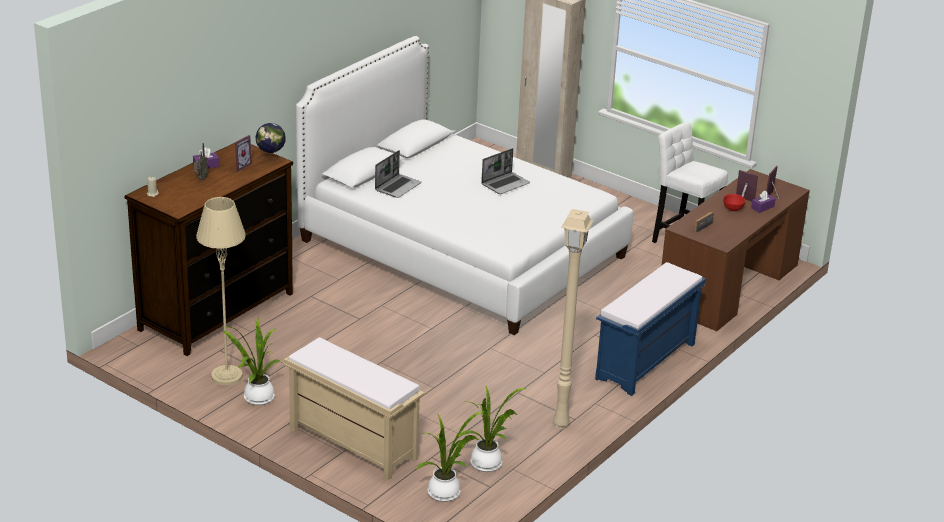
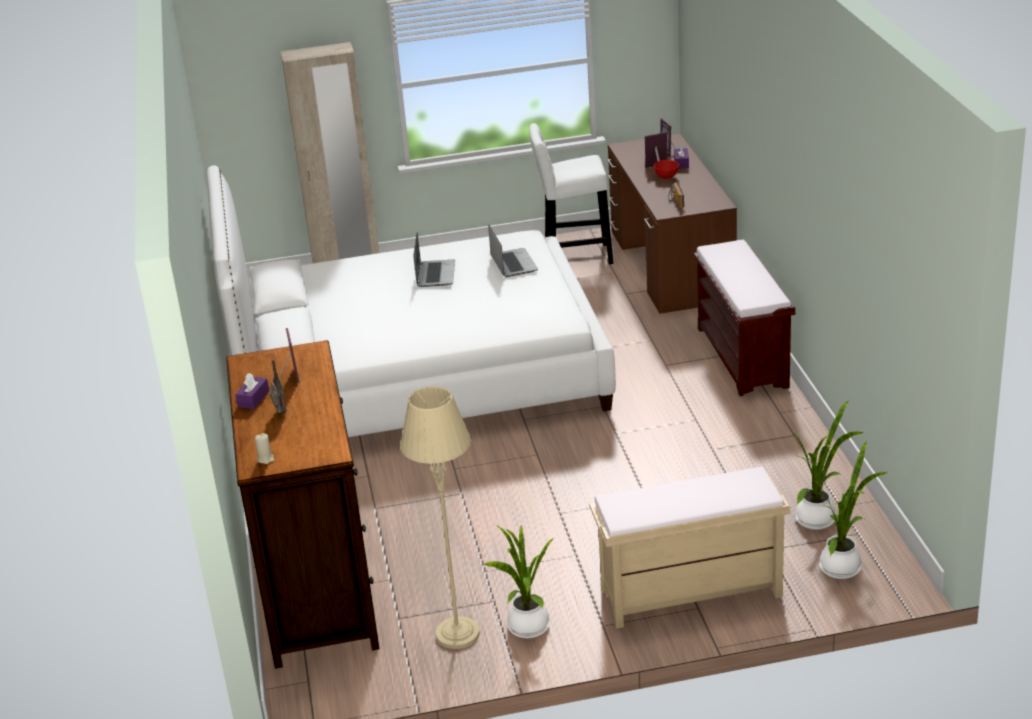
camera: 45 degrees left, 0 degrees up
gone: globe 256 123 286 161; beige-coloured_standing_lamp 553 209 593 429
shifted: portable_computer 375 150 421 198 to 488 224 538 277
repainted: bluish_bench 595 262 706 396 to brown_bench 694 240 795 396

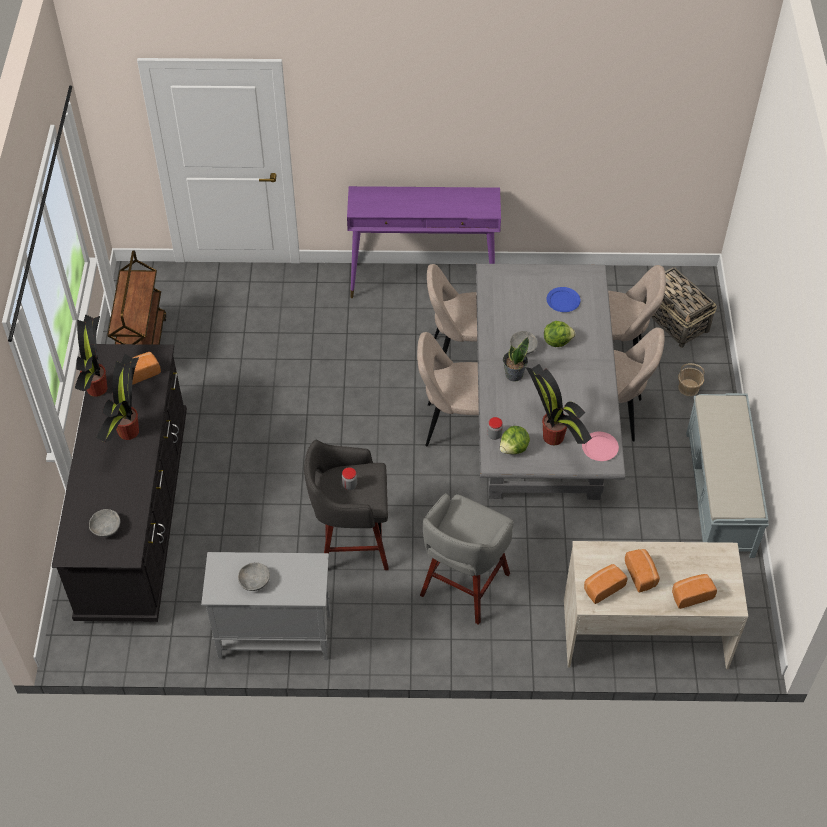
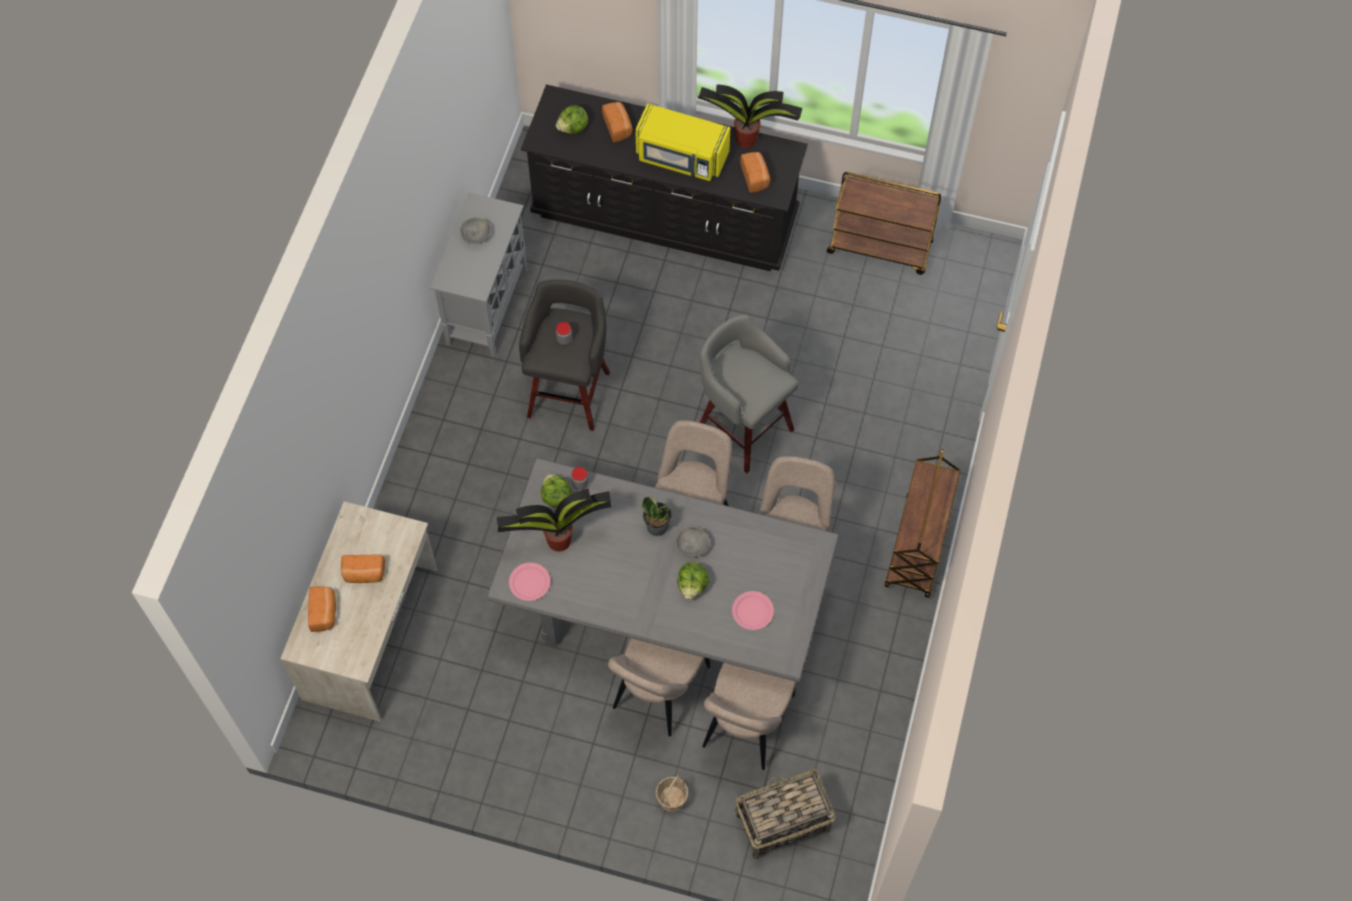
camera: 105 degrees right, 10 degrees up
gone: grey_bench 686 393 769 558
shifted: grey_sitting_stool 420 493 514 625 to 700 314 798 473; bakery_bread 584 564 628 604 to 602 102 632 142
swapped: purple-coloured_hall_table 347 186 501 298 to brown_cart 885 449 961 598; houseplant 96 354 139 442 to yellow_microwave 635 103 730 181; grey_bowl 89 509 120 537 to lettuce 556 105 588 134
repainted: bluish_flat_dish 547 287 580 312 to pink-coloured_flat_dish 732 591 774 630

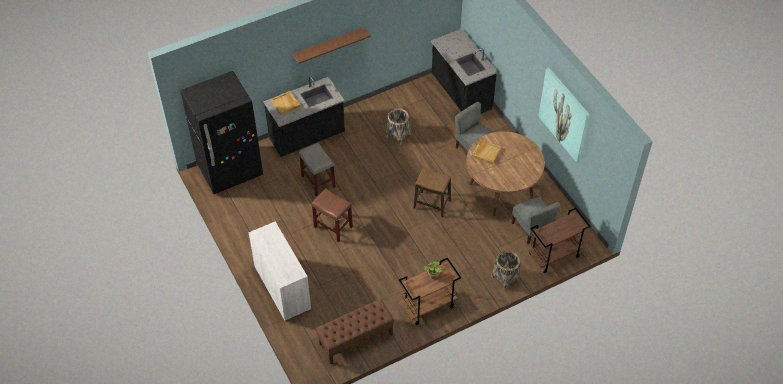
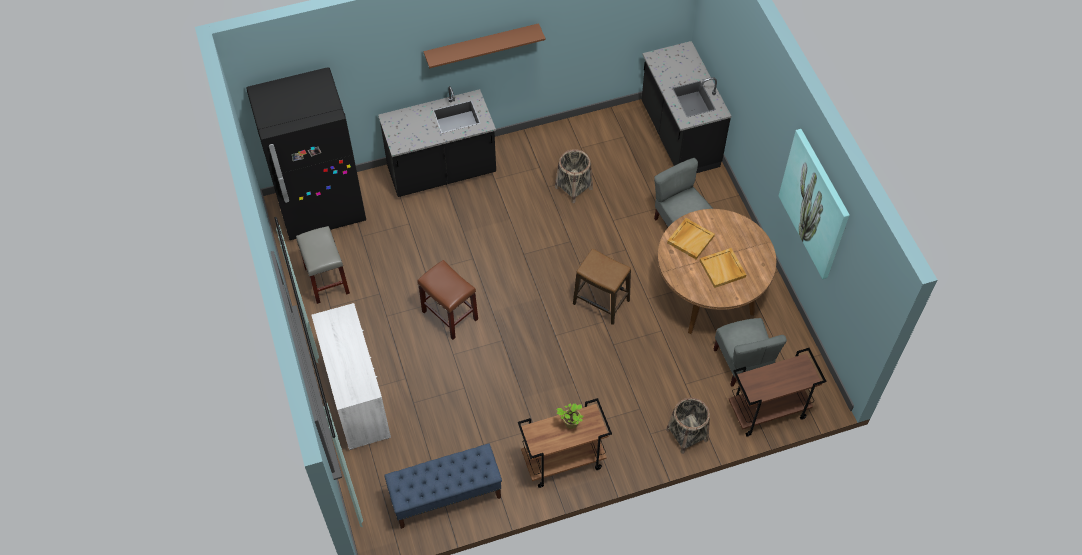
camera: 10 degrees right, 5 degrees up
shifted: beige-coloured_carrying_tray 270 91 300 115 to 700 248 746 288; grey_sitting_stool 299 143 335 196 to 296 226 350 304
repainted: brown_bench 316 299 394 365 to bluish_bench 384 444 502 529

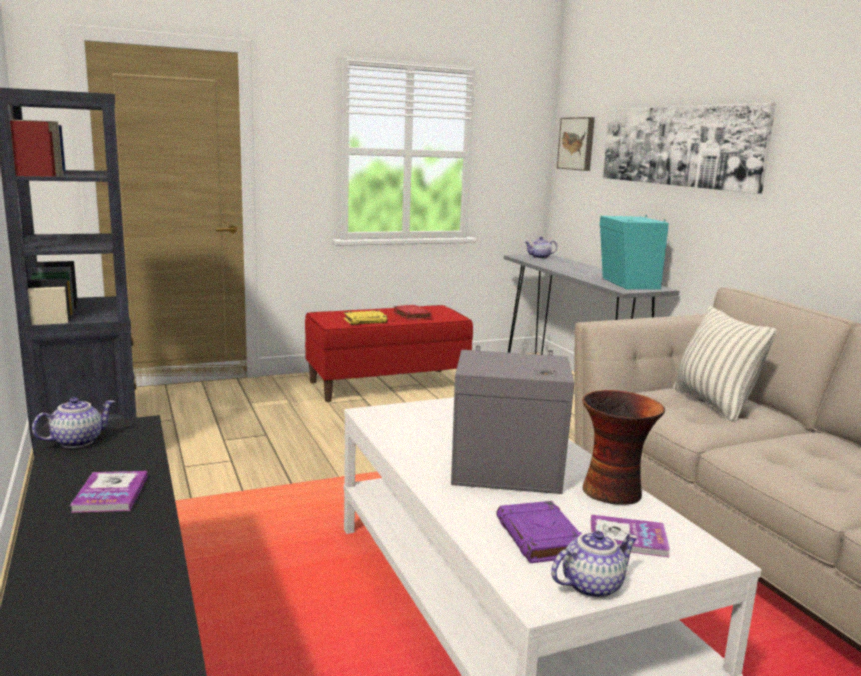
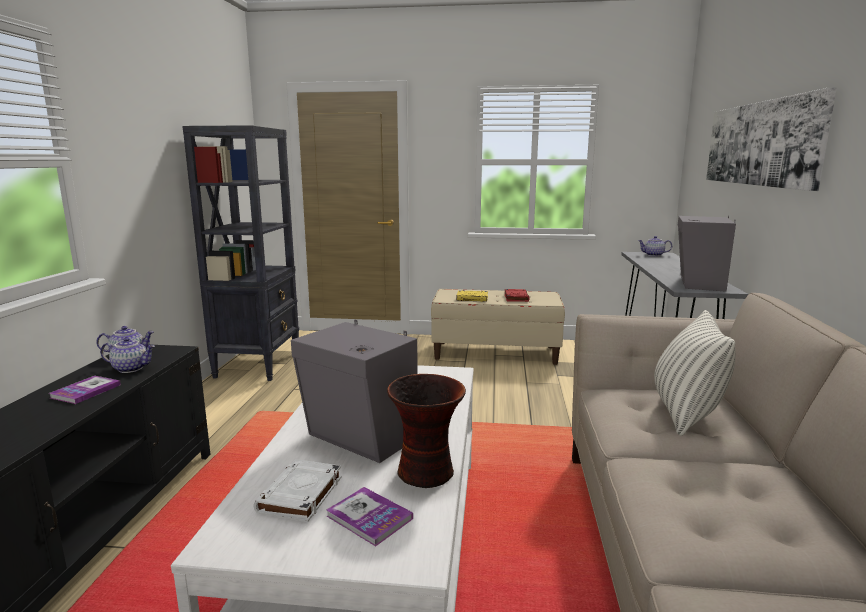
camera: 30 degrees right, 0 degrees up
gone: picture 557 117 595 171
shifted: tea_pot 551 531 638 598 to 100 337 155 373
repainted: blue-green_audio_speaker 600 215 669 290 to grey_audio_speaker 678 215 736 292; reddish_bench 305 305 473 402 to beige-coloured_bench 431 289 565 365; purple-coloured_volume 496 501 582 563 to white_volume 253 459 342 522

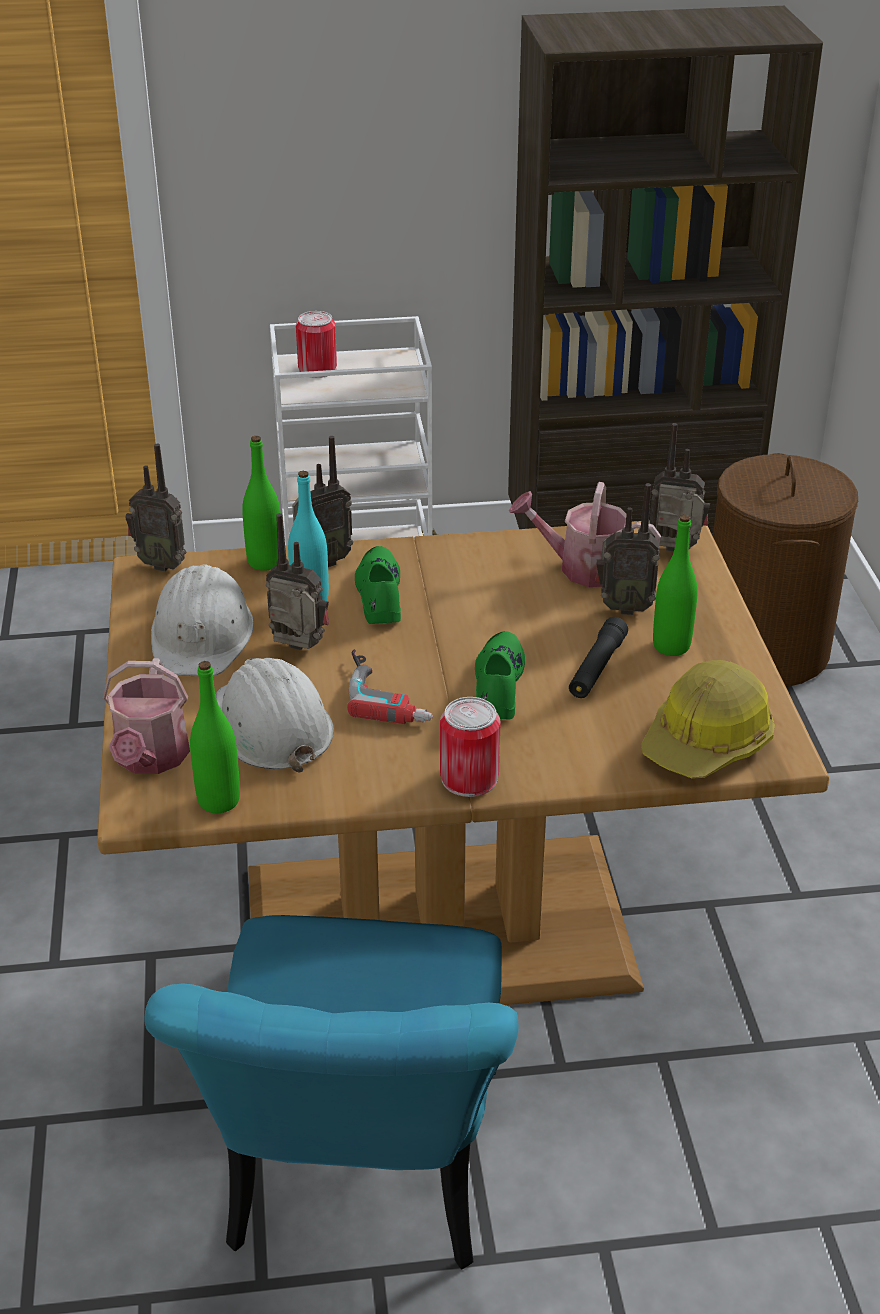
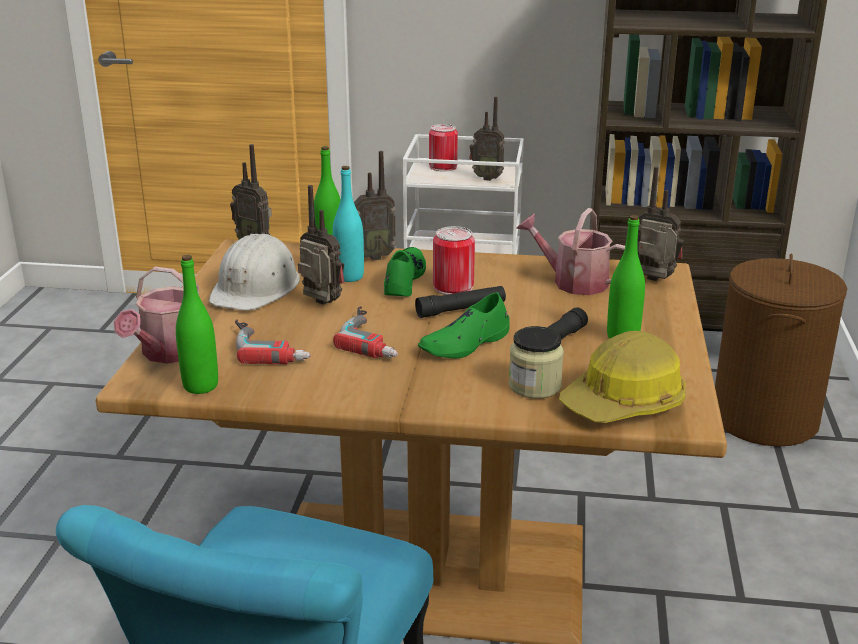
camera: 15 degrees right, 10 degrees down
new: black_flashlight 415 286 506 318; jar 509 326 564 399
shifted: radio_set 595 483 660 615 to 469 96 505 181; metal_can 440 697 501 797 to 433 226 475 295
swapped: white_safety_helmet 216 658 334 773 to power_drill 235 319 311 364
rotated: greenish_low_shoe 475 631 525 719 = 418 292 510 358 150 degrees counterclockwise

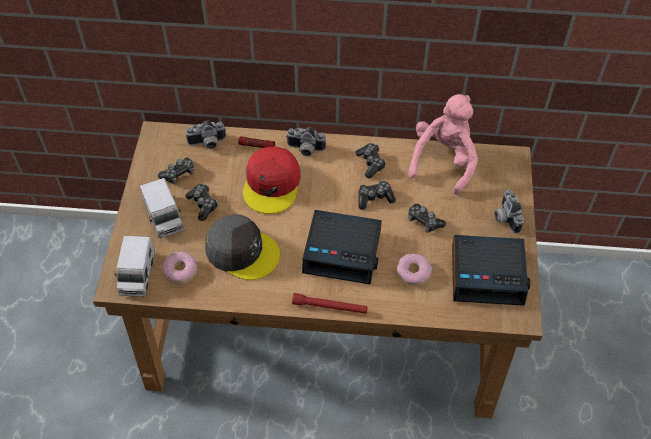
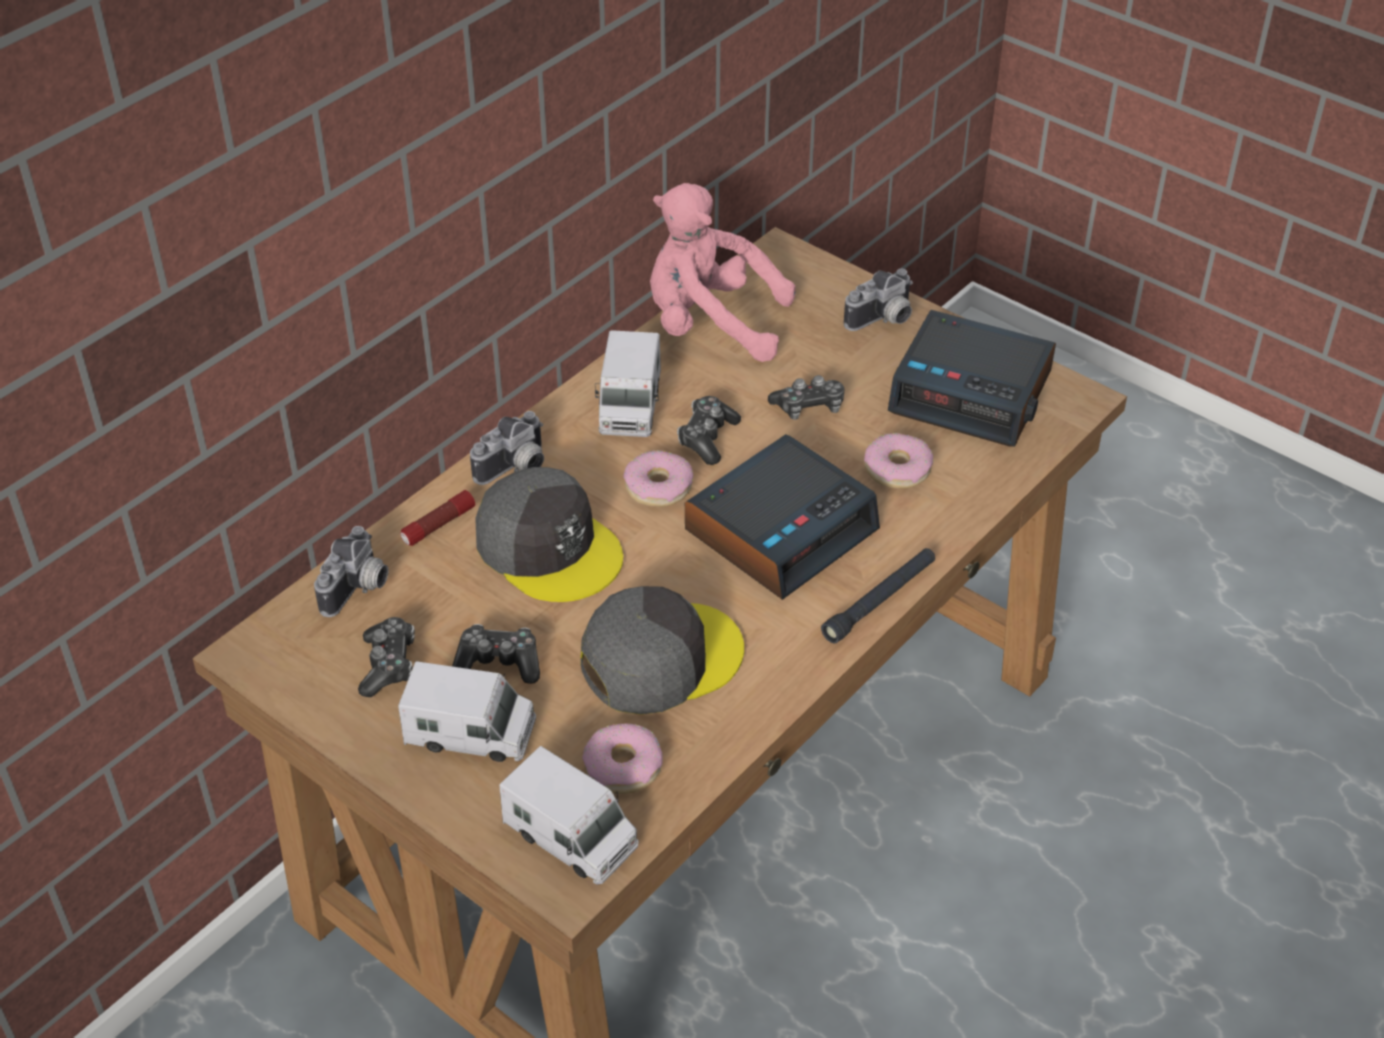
camera: 55 degrees left, 10 degrees down
new: ring_doughnut 623 450 693 507
swapped: game_controller 355 143 386 178 to model_truck 595 330 661 437
repainted: reddish_peaked_cap 243 147 300 214 to grey_peaked_cap 475 467 623 602; reddish_flashlight 292 293 368 314 to black_flashlight 821 548 935 644
rotated: pink-coloured_plush_toy 408 94 478 195 = 650 183 796 362 45 degrees counterclockwise; still_camera 495 189 524 234 = 844 269 913 331 60 degrees counterclockwise; table_clock 452 235 530 306 = 888 310 1056 447 75 degrees clockwise

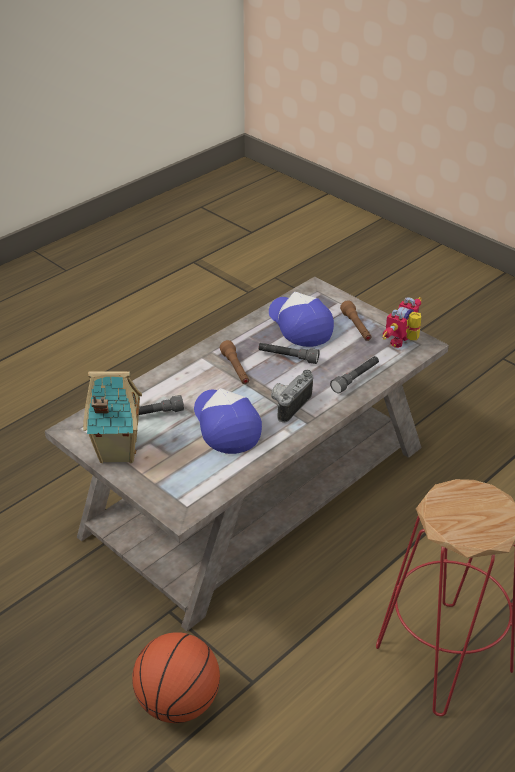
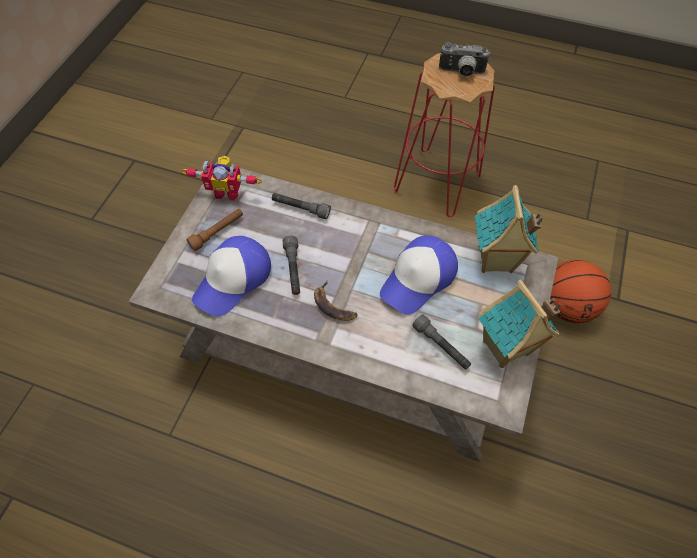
camera: 115 degrees left, 20 degrees up
new: toy_house 475 185 543 273
shifted: still_camera 271 370 313 423 to 439 42 490 77
swapped: brown_flashlight 220 340 249 384 to banana_fruit 314 281 358 321

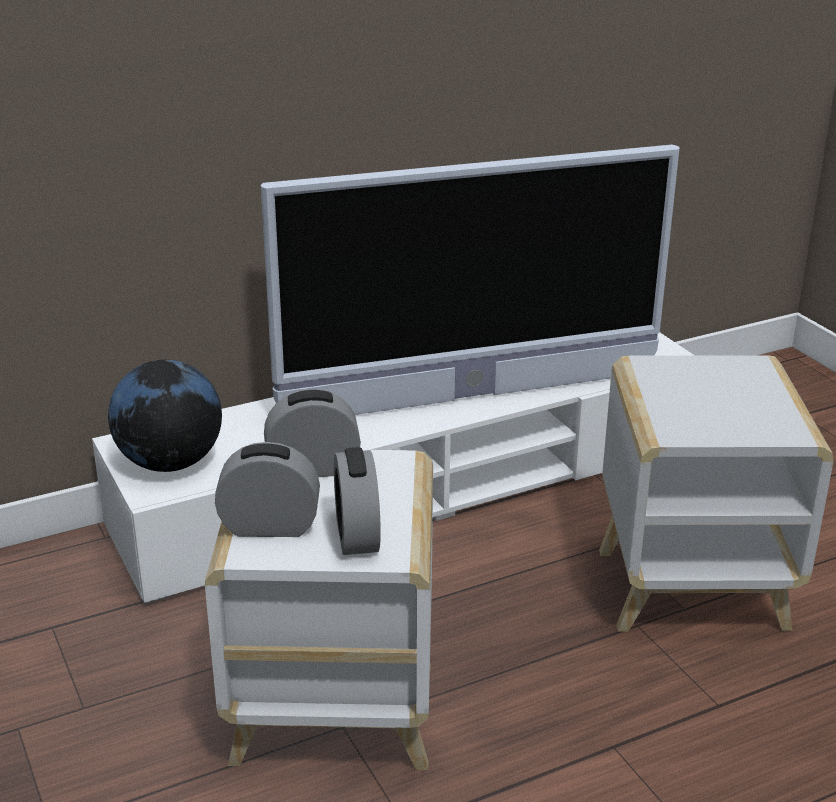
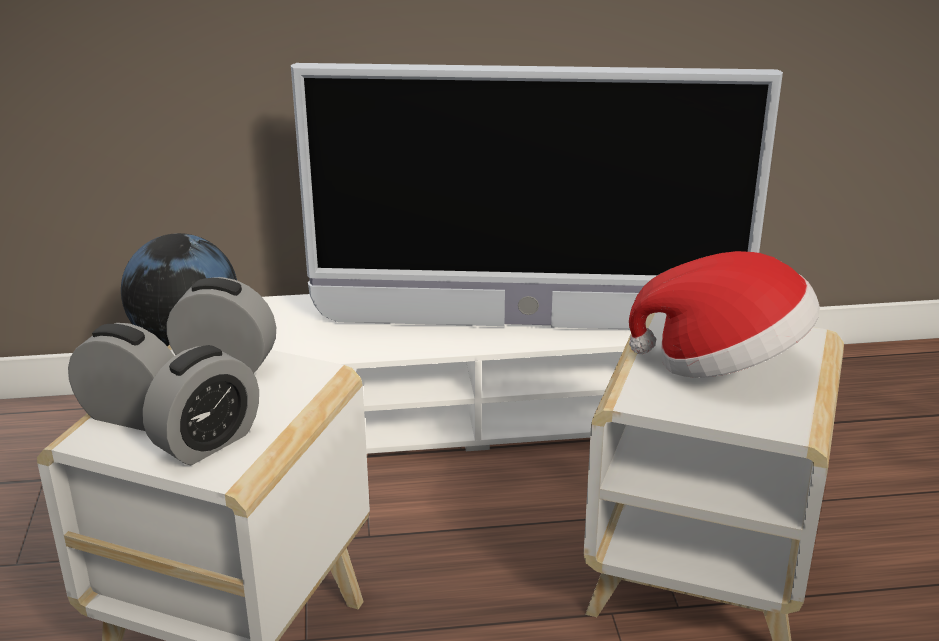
camera: 20 degrees right, 0 degrees up
new: clothing_hat 629 251 820 378
rotated: table_clock 334 447 381 555 = 143 345 259 465 150 degrees counterclockwise

